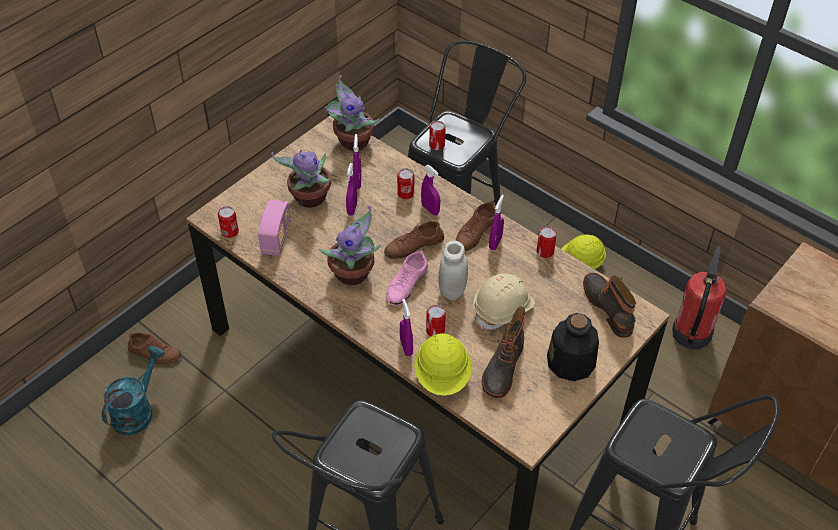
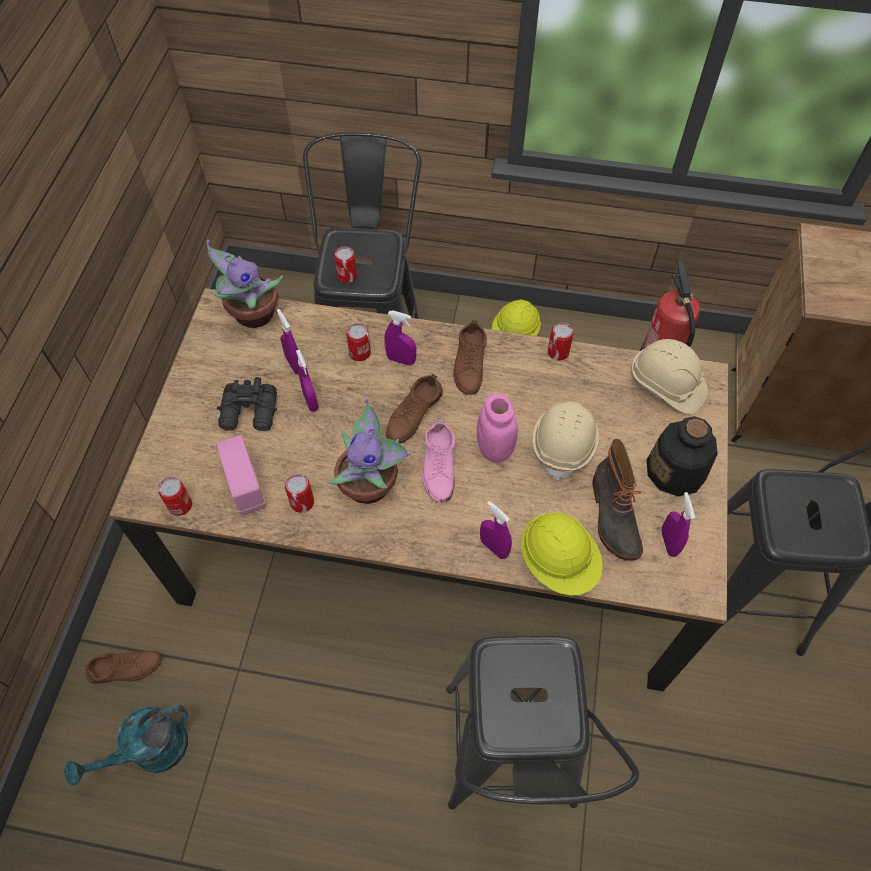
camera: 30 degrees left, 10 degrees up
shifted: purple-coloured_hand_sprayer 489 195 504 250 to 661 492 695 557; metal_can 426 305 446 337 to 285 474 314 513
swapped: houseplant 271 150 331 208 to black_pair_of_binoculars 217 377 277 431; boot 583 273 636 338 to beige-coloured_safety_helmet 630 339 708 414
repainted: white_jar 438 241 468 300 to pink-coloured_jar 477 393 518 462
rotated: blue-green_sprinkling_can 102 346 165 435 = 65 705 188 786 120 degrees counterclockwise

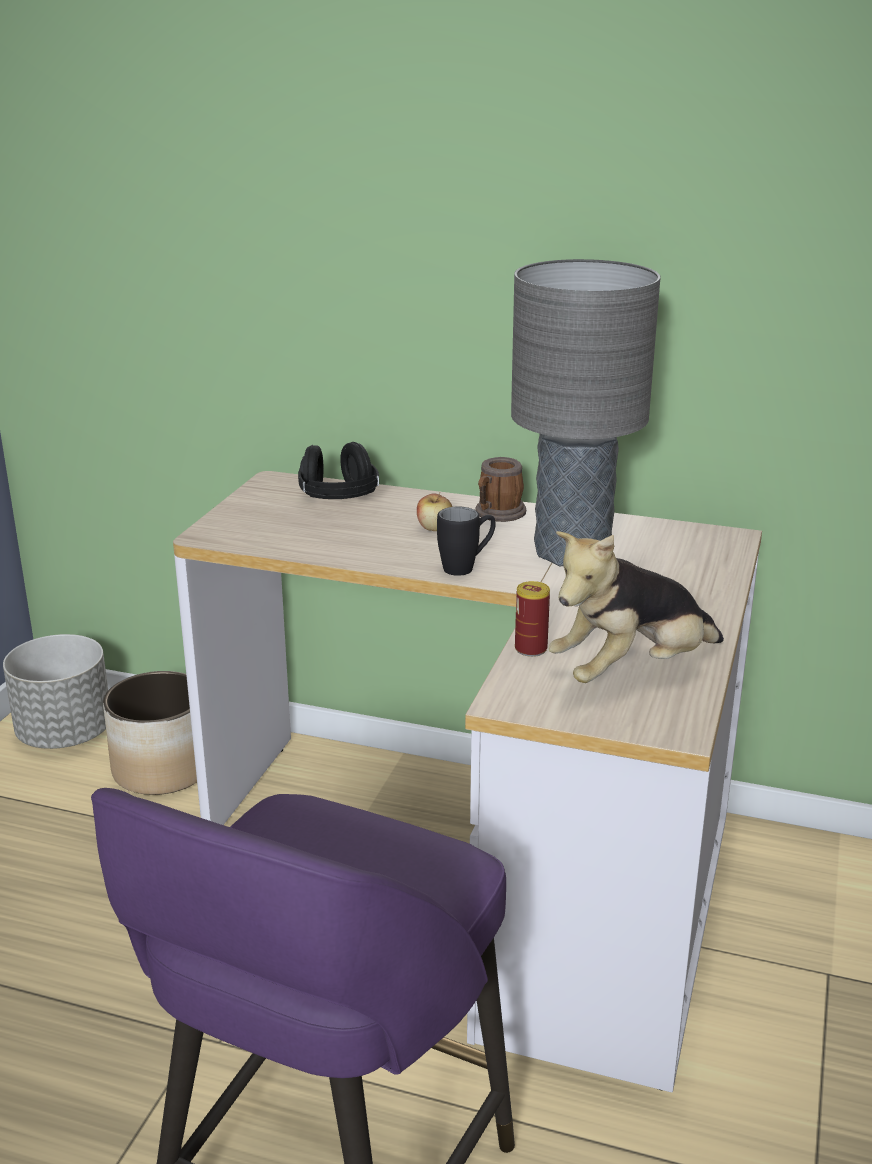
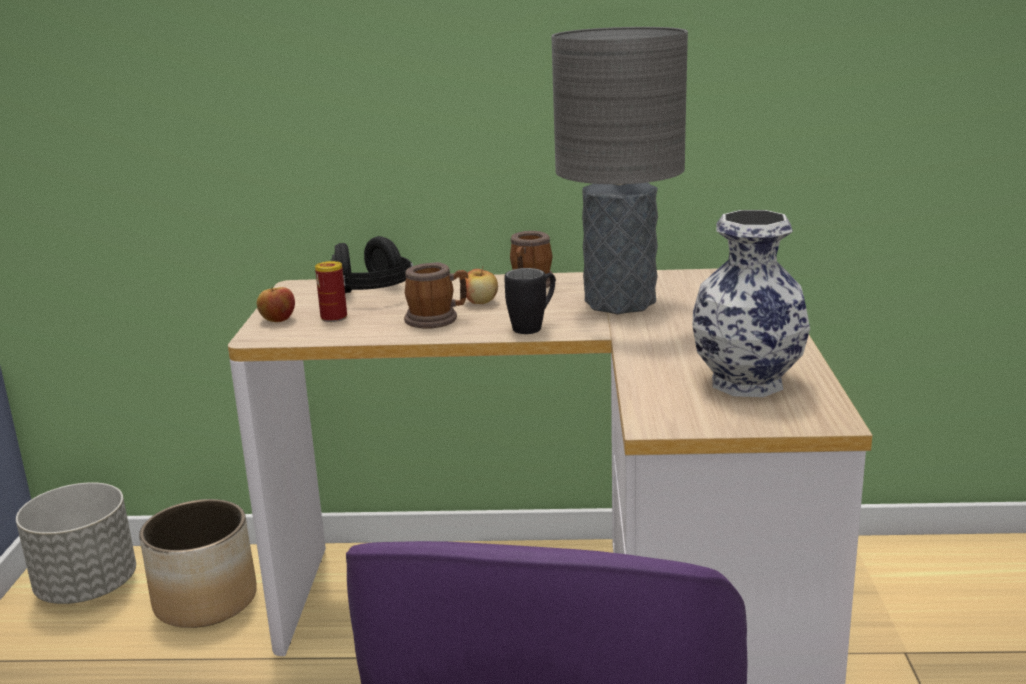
camera: 15 degrees left, 5 degrees down
new: coffee_mug 404 262 468 329; apple 257 287 295 322
shifted: metal_can 515 581 550 657 to 315 261 347 322
swapped: plush_toy 548 531 724 683 to flower_vase 692 210 810 397

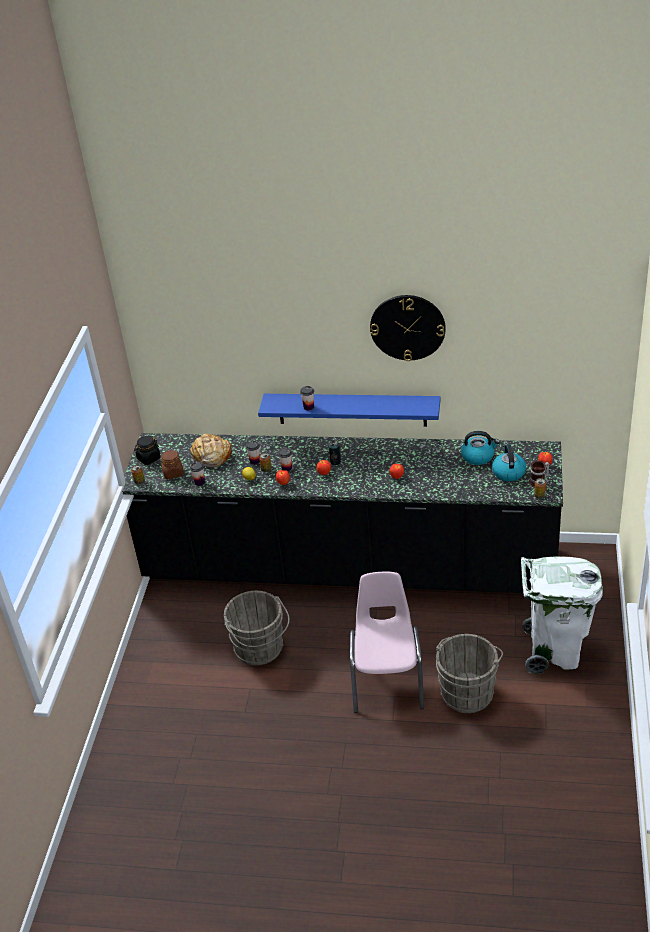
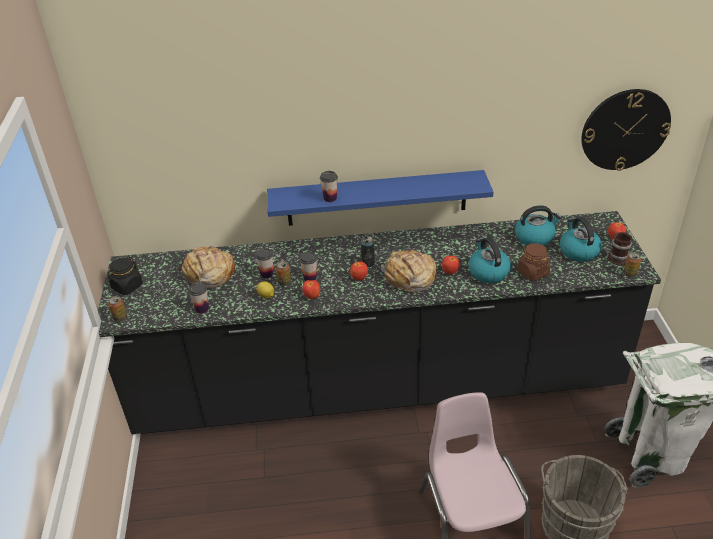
camera: 15 degrees left, 0 degrees up
gone: grey_pail 224 591 290 665
new: kettle 468 237 511 283; bakery_bread 381 249 437 292
shifted: wall_clock 370 295 446 361 to 581 89 671 171; brown_jar 161 450 184 479 to 517 243 550 281

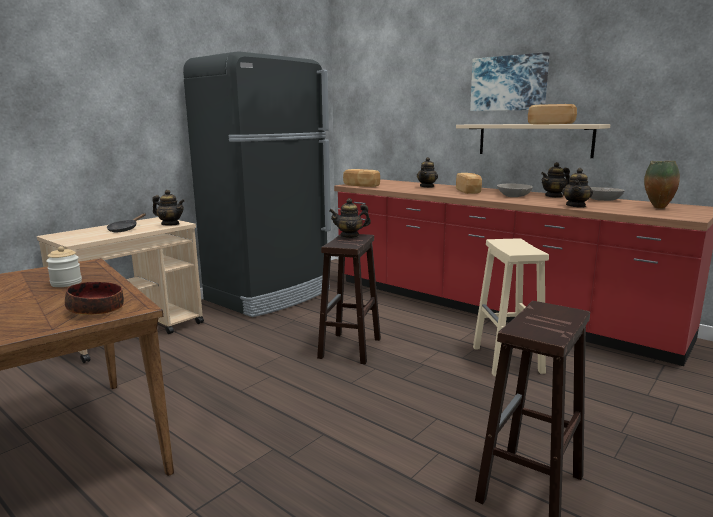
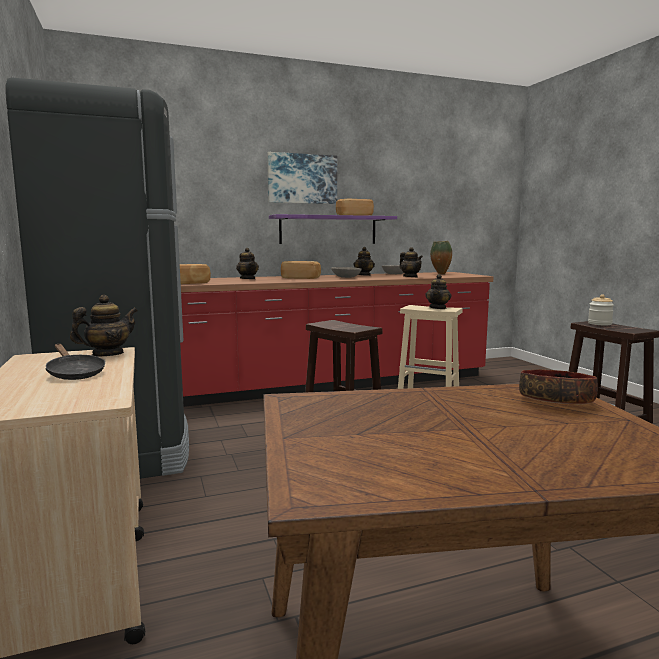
camera: 60 degrees left, 5 degrees down
shifted: tea_pot 329 198 371 238 to 425 274 451 309; jar 46 246 82 287 to 588 294 614 325
repainted: beige-coloured_wall_shelf 456 124 610 158 to purple-coloured_wall_shelf 269 214 397 244

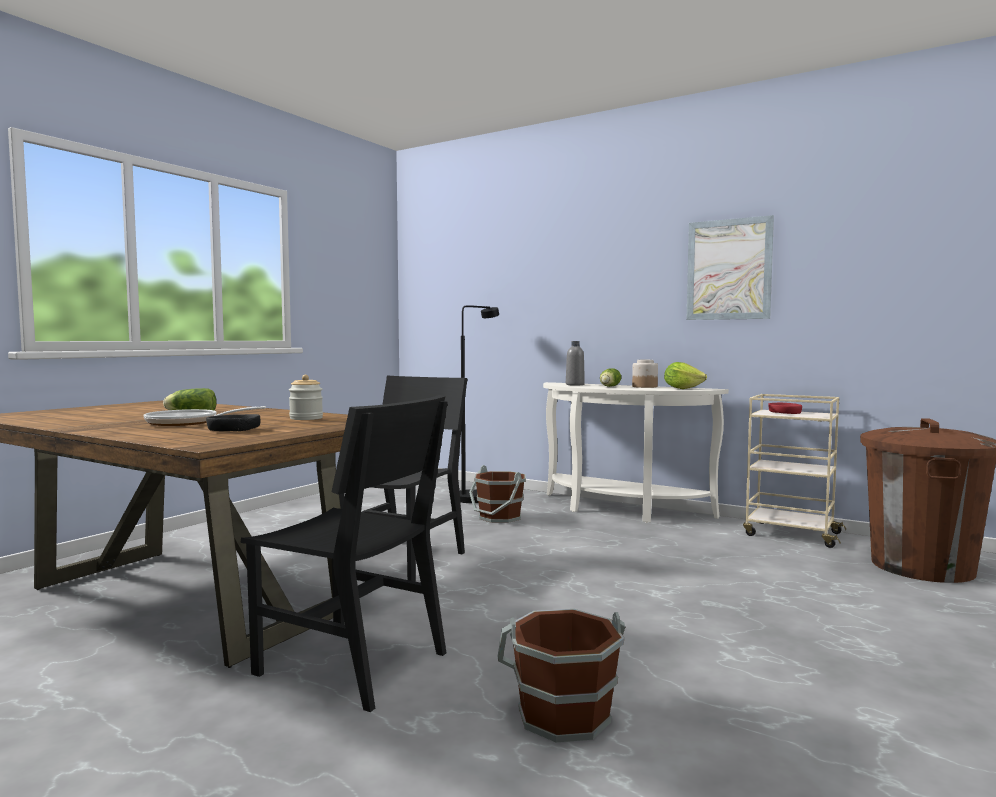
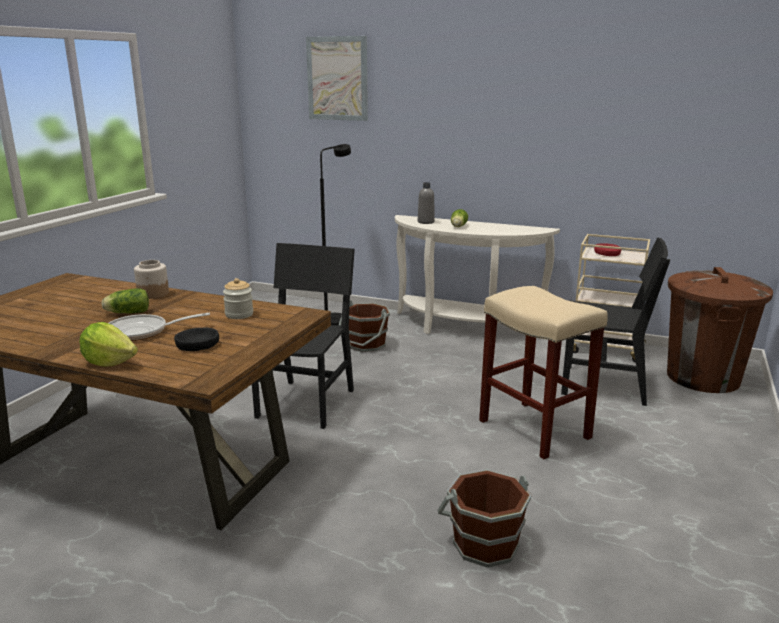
camera: 10 degrees left, 15 degrees up
new: beige-coloured_sitting_stool 479 286 608 459
shifted: picture 687 215 774 320 to 306 36 368 121; jar 632 360 658 388 to 134 260 169 299; lettuce 664 362 707 389 to 79 322 138 367; black_chair 240 395 447 712 to 561 237 670 406

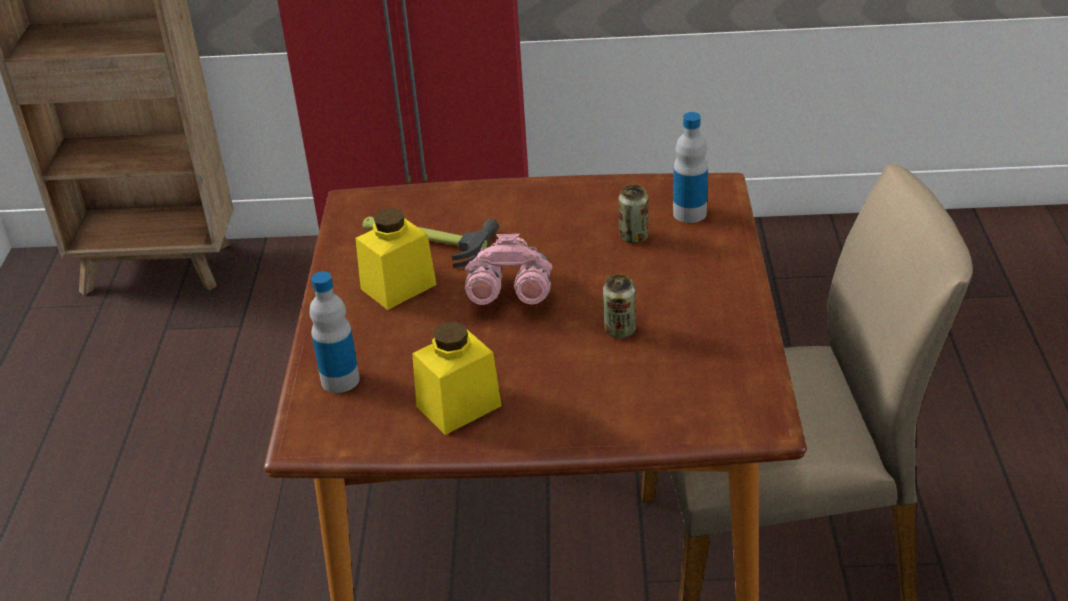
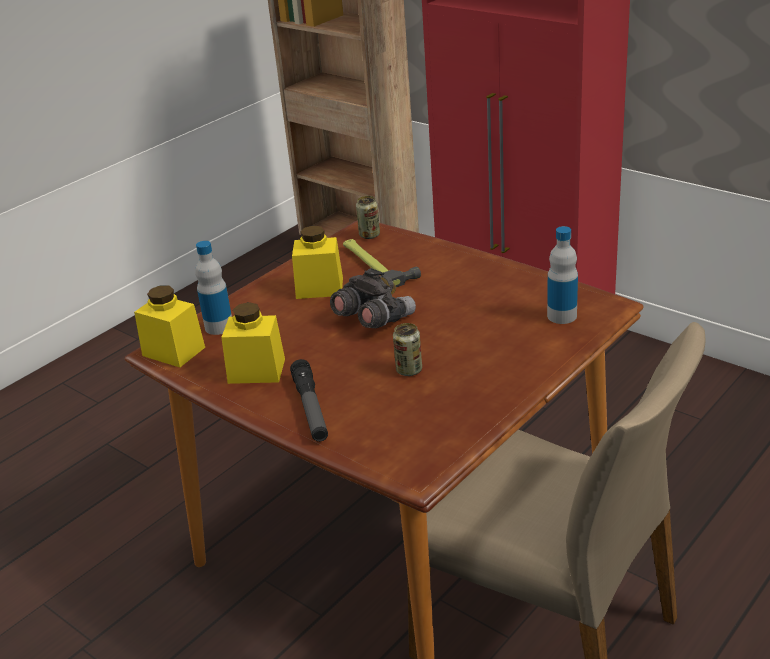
camera: 40 degrees right, 5 degrees down
new: yellow_jar 134 286 205 368; flashlight 290 359 328 442
shifted: metal_can 619 185 648 243 to 356 196 380 239
repainted: pink-coloured_pair_of_binoculars 465 234 552 305 to grey_pair_of_binoculars 330 268 416 328

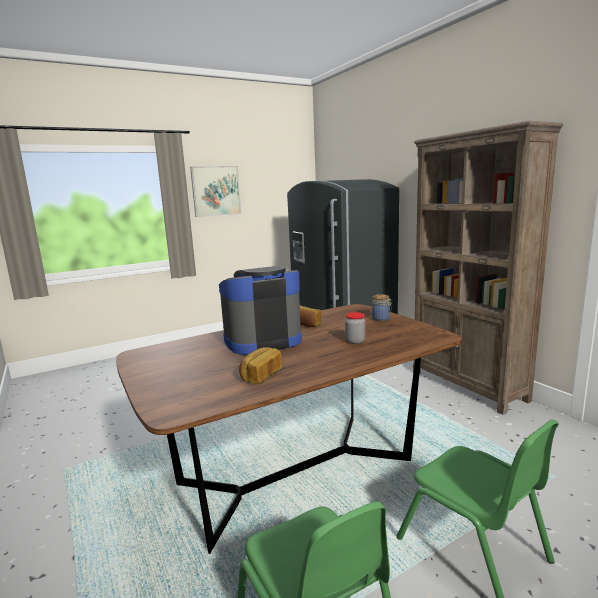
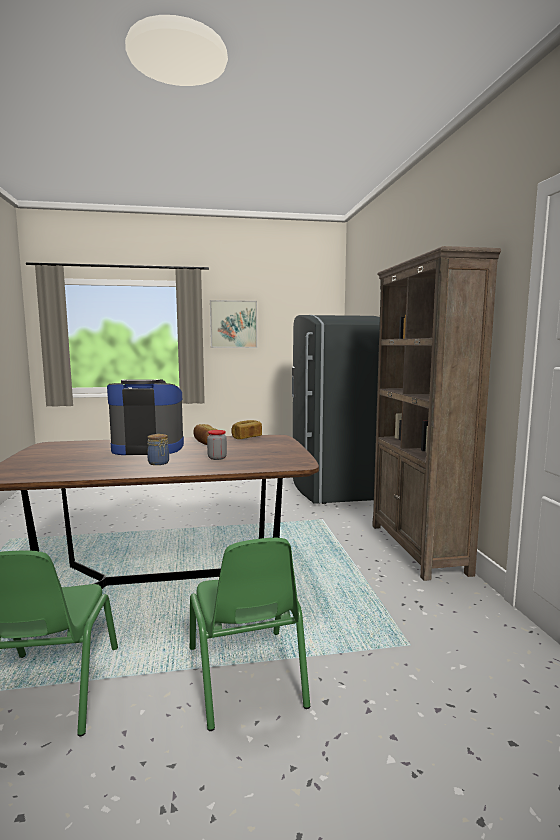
camera: 20 degrees right, 5 degrees down
shifted: jar 372 294 392 321 to 147 434 169 465; bakery_bread 239 347 282 384 to 231 420 262 439

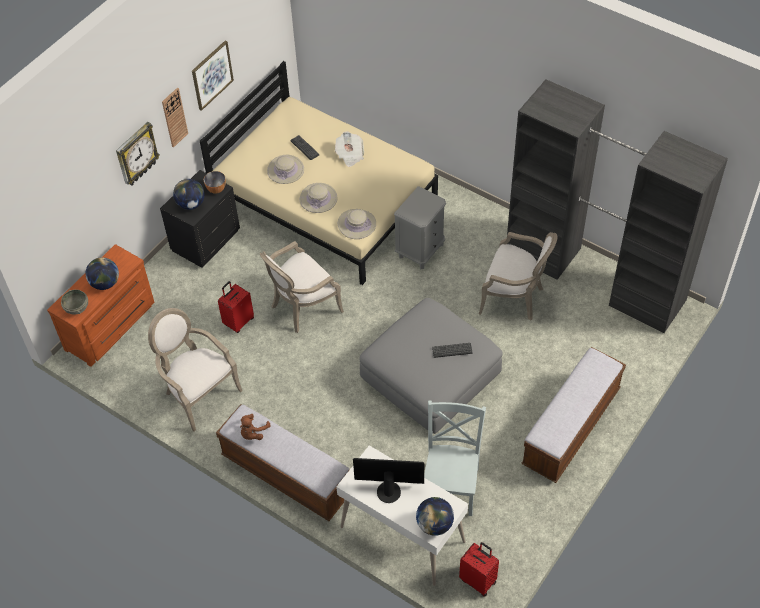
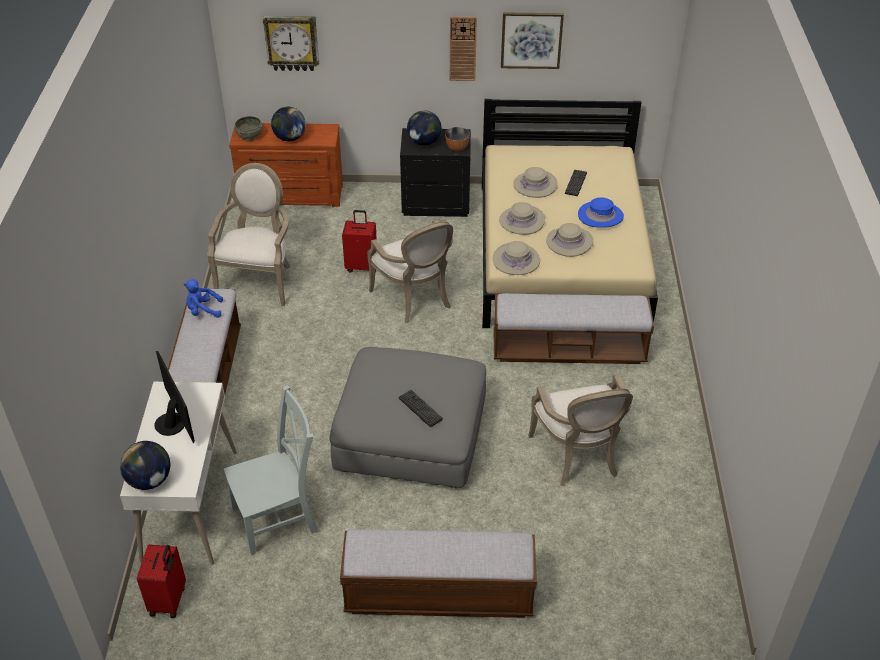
camera: 55 degrees right, 10 degrees down
gone: black_clothes_cupboard 507 79 728 333
new: beige-coloured_clothing_hat 546 223 593 257
shifted: wall_clock 116 122 160 185 to 263 16 319 71
swapped: newspaper 335 131 364 167 to bluish_clothing_hat 578 197 624 228; grey_bedside_table 394 186 446 269 to bench 493 293 654 364
repainted: brown_plush_toy 240 414 270 440 to bluish_plush_toy 183 279 223 318
rotated: armchair 260 241 344 333 = 367 220 453 323 135 degrees counterclockwise

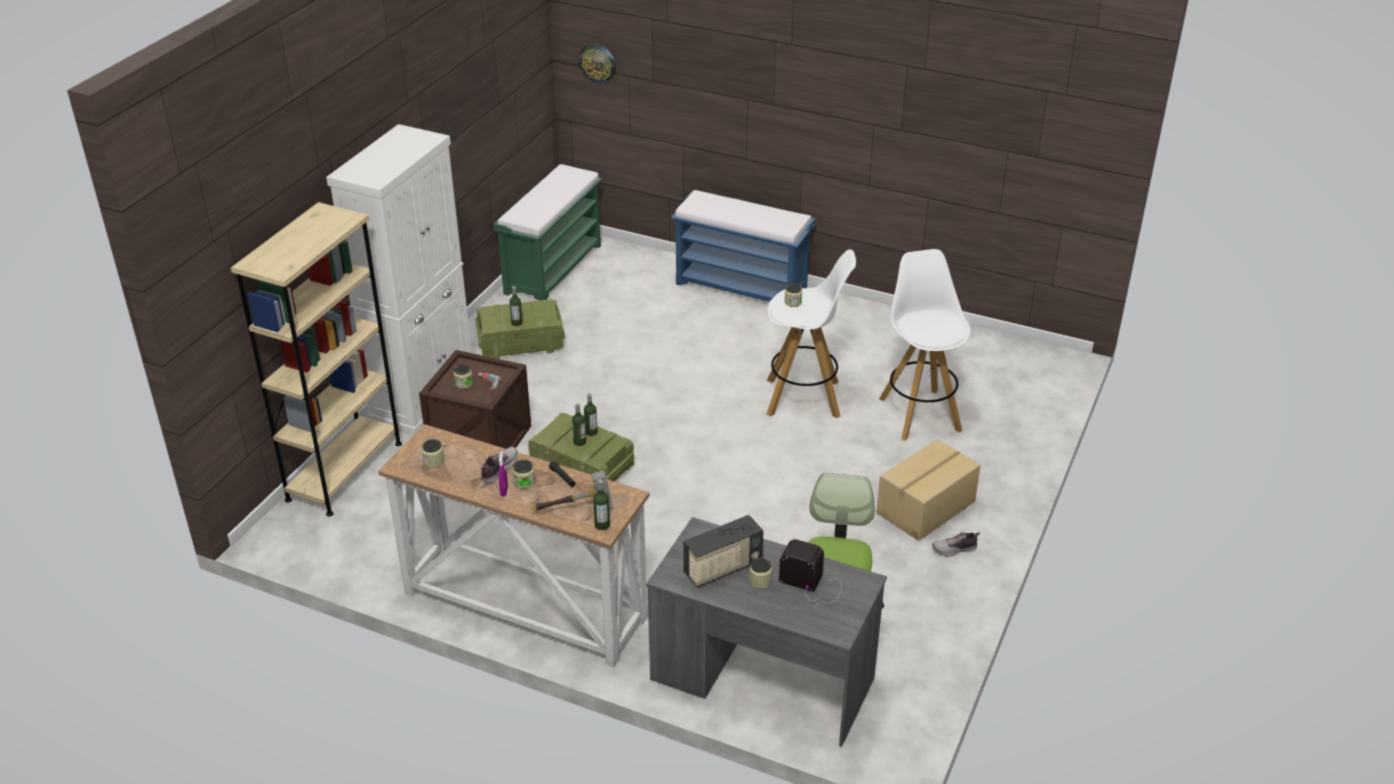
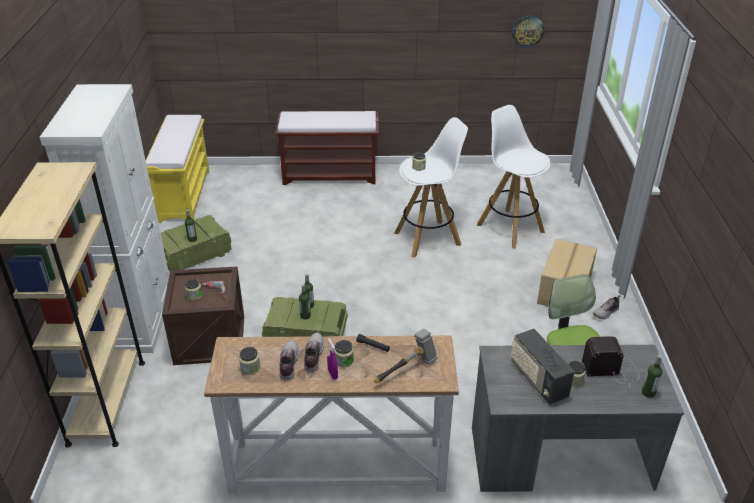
camera: 25 degrees left, 0 degrees up
new: low_shoe 280 340 299 380
shifted: wall_clock 578 43 616 84 to 512 15 544 48; bottle 593 479 610 530 to 642 355 663 398
repainted: greenish_bench 493 164 602 301 to yellow_bench 146 115 209 223; bluish_bench 671 190 816 302 to brown_bench 275 111 379 185
rotated: radio_set 683 515 764 587 = 511 329 575 404 120 degrees clockwise

